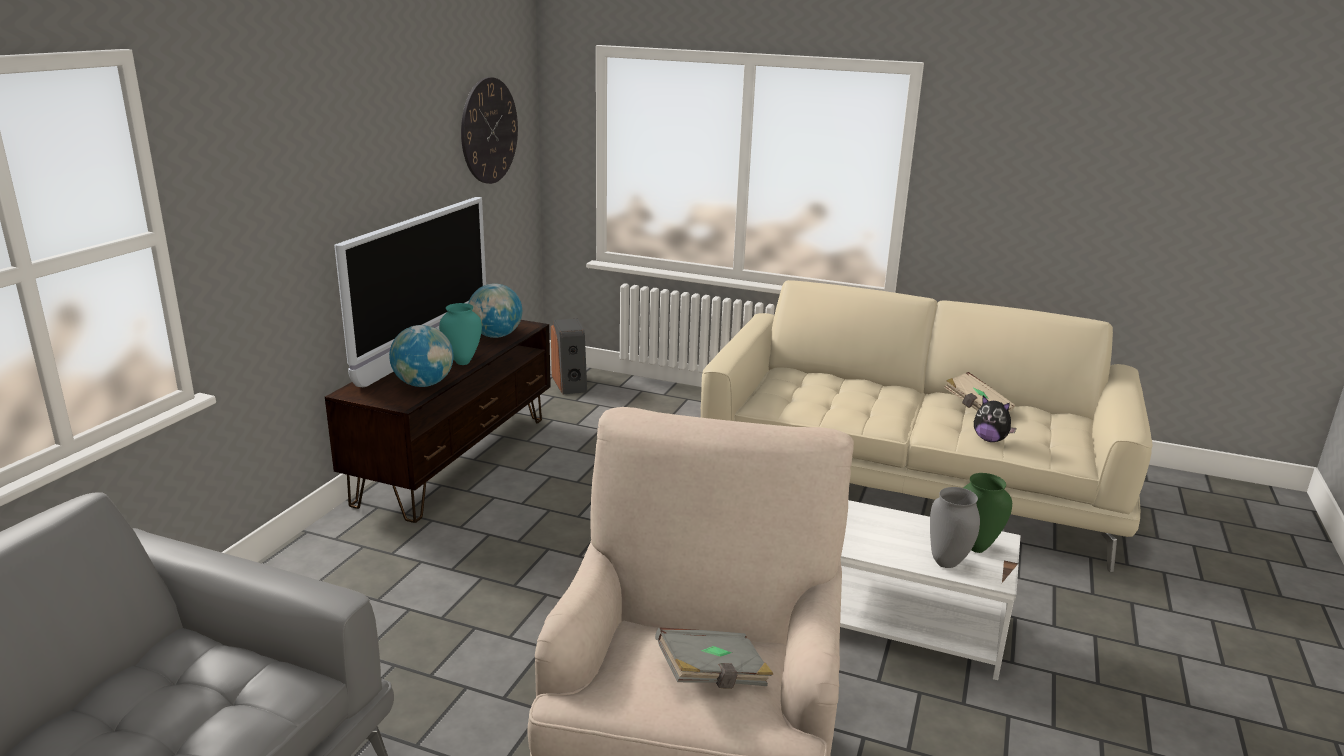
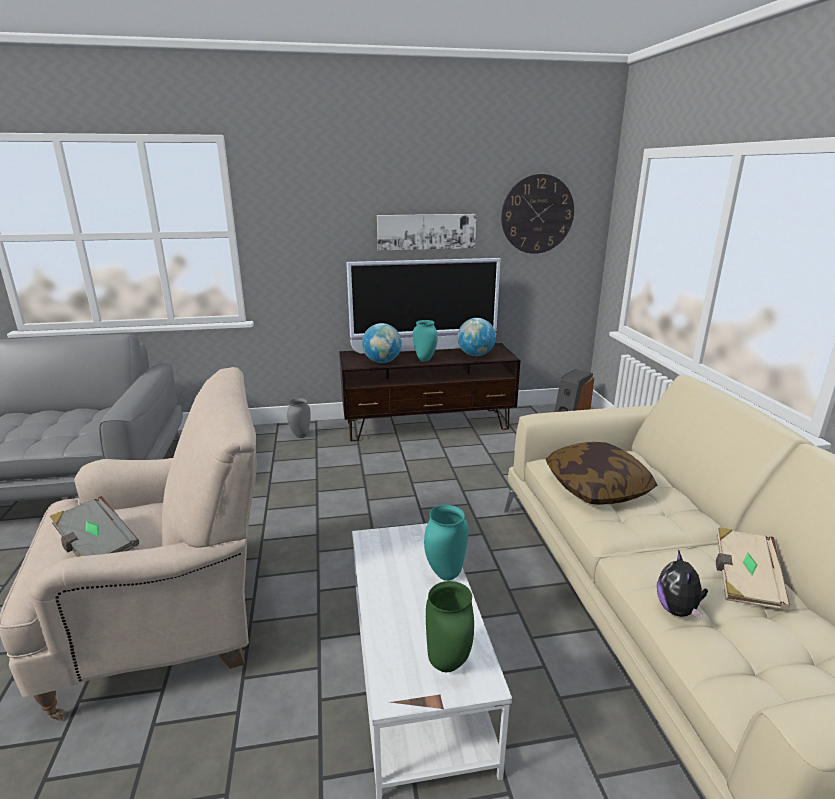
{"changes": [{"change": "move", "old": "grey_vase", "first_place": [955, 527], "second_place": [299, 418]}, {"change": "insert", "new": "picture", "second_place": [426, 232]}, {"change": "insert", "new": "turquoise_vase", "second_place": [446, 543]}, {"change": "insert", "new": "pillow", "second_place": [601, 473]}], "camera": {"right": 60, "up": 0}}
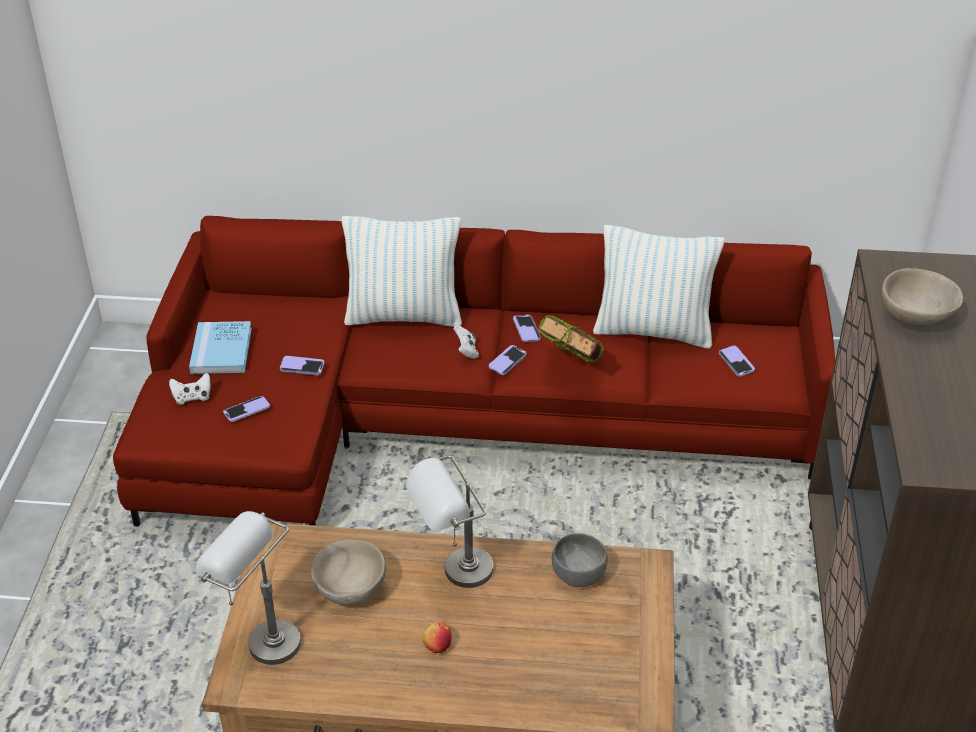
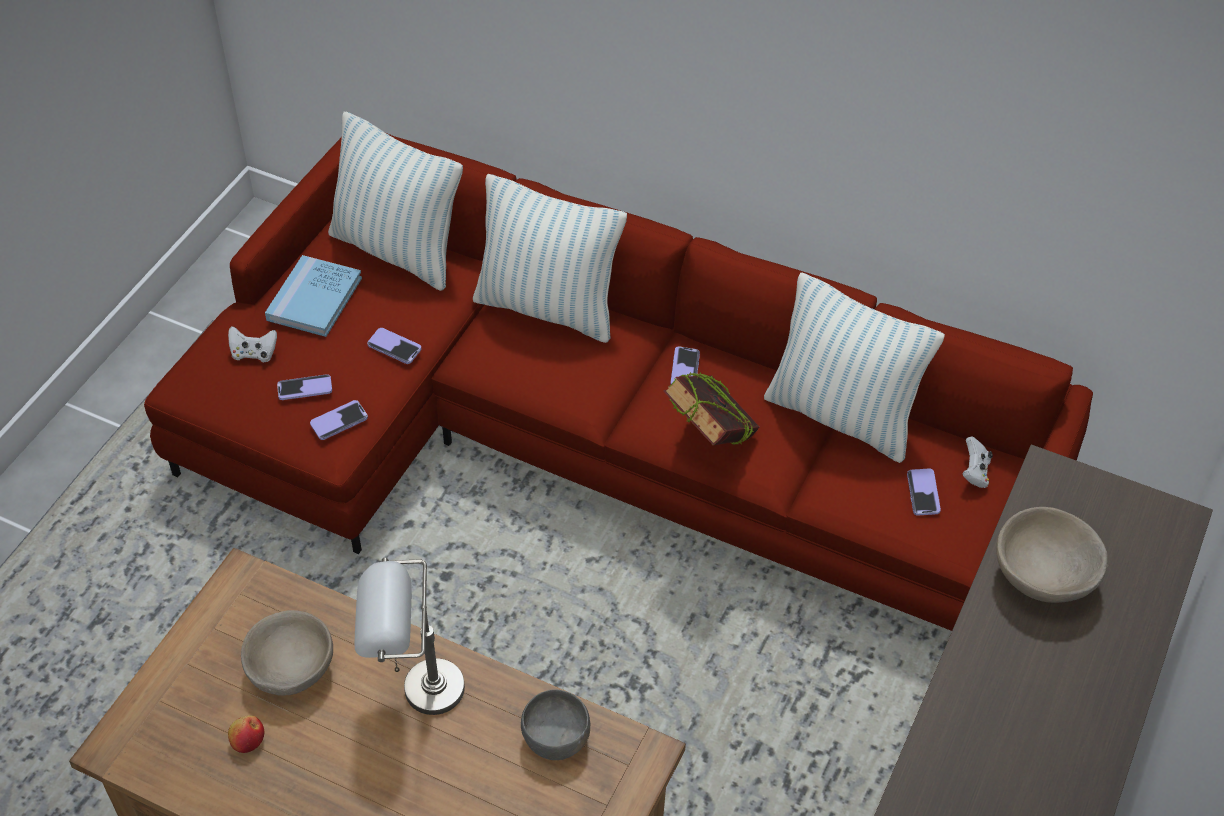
{"changes": [{"change": "delete", "old": "grey_table_lamp", "first_place": [248, 588]}, {"change": "move", "old": "apple", "first_place": [437, 637], "second_place": [246, 734]}, {"change": "move", "old": "white_game_controller", "first_place": [466, 342], "second_place": [977, 462]}, {"change": "move", "old": "phone", "first_place": [508, 360], "second_place": [339, 420]}, {"change": "insert", "new": "pillow", "second_place": [395, 201]}], "camera": {"right": 20, "up": 10}}
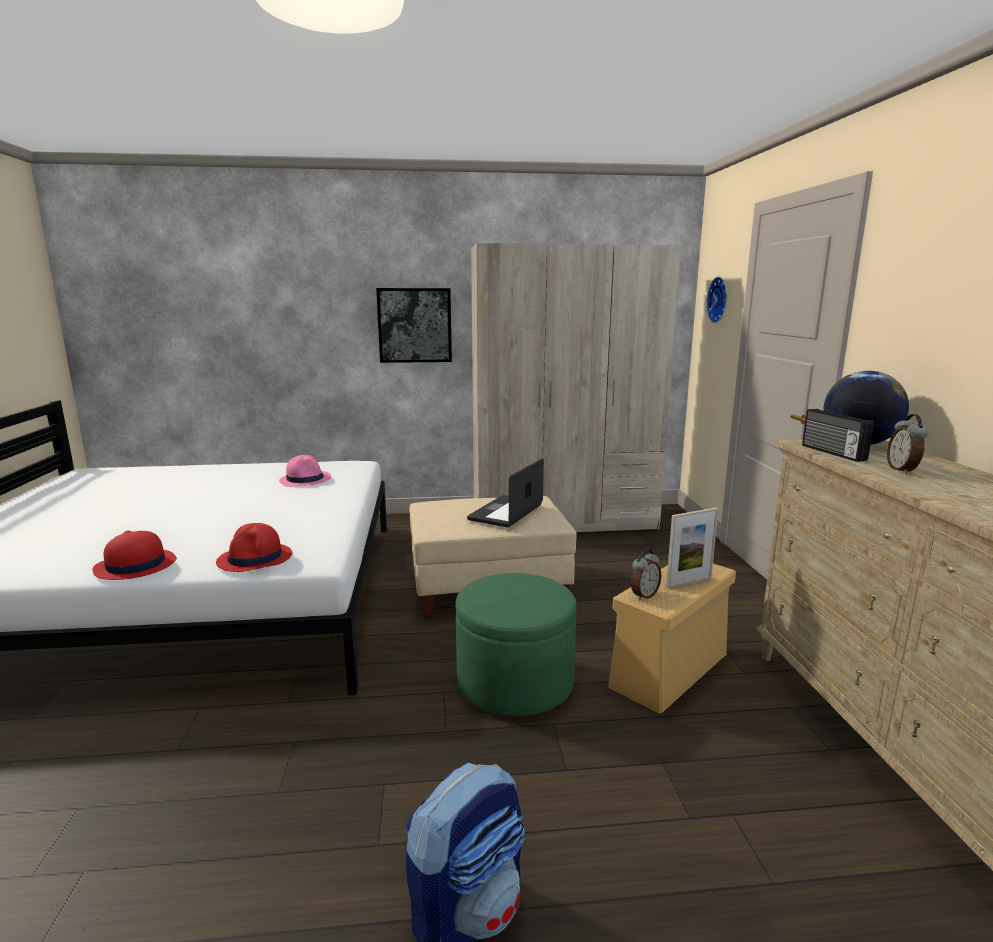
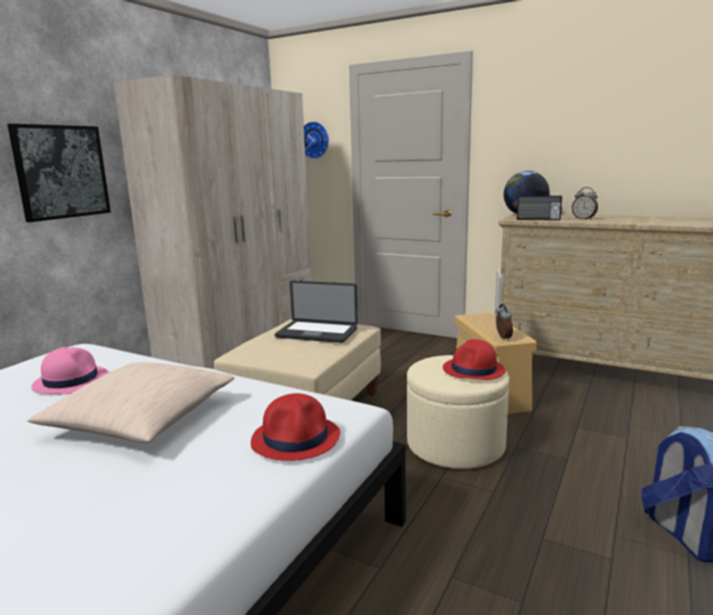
{"changes": [{"change": "move", "old": "red_hat", "first_place": [134, 555], "second_place": [474, 359]}, {"change": "recolor", "old": "green_ottoman", "new": "beige_ottoman", "first_place": [516, 644], "second_place": [458, 412]}, {"change": "rotate", "old": "laptop", "first_place": [505, 493], "second_place": [316, 312], "degrees": -45}, {"change": "insert", "new": "beige_pillow", "second_place": [131, 402]}], "camera": {"right": -55, "up": 0}}
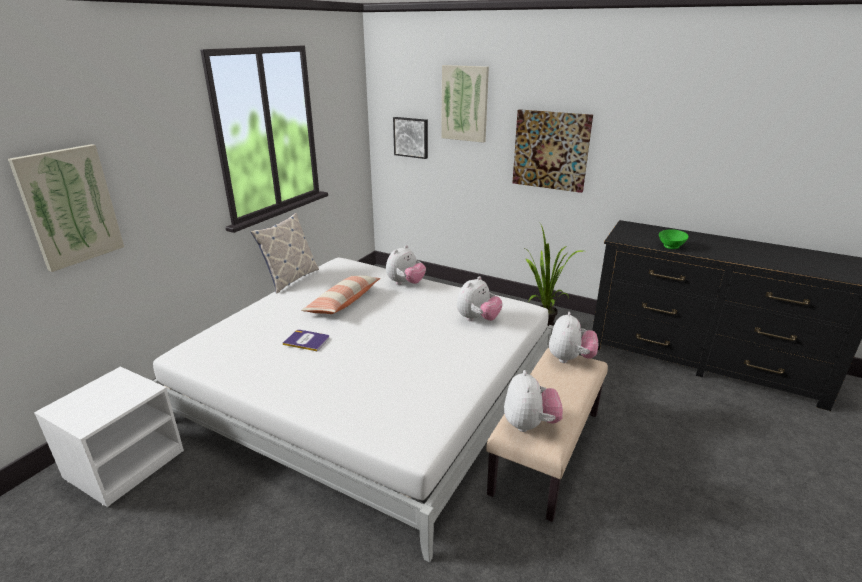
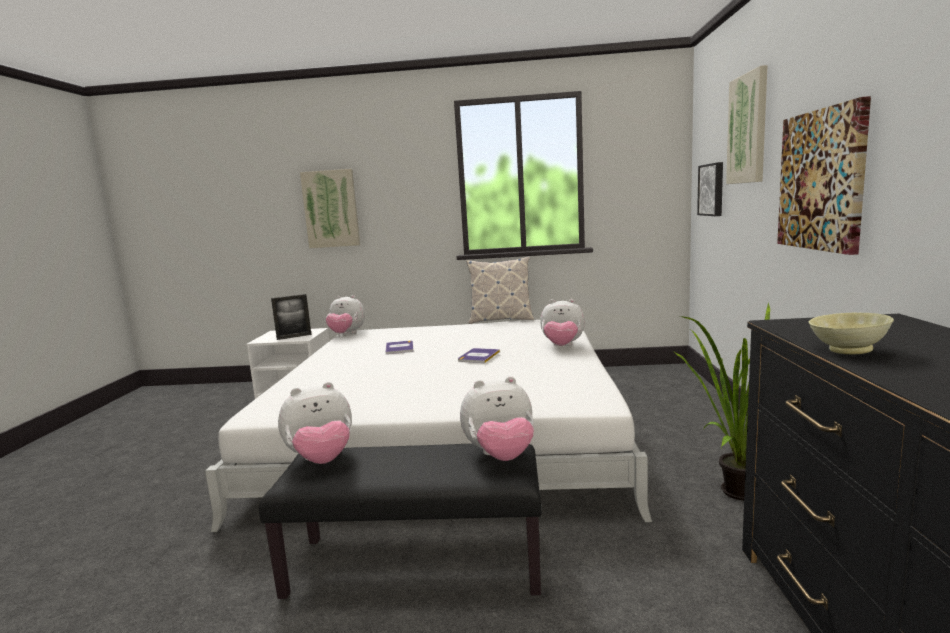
{"changes": [{"change": "delete", "old": "pillow", "first_place": [341, 294]}, {"change": "move", "old": "plush_toy", "first_place": [480, 298], "second_place": [345, 314]}, {"change": "recolor", "old": "beige_bench", "new": "black_bench", "first_place": [547, 435], "second_place": [400, 521]}, {"change": "recolor", "old": "green_bowl", "new": "beige_bowl", "first_place": [674, 239], "second_place": [851, 333]}, {"change": "insert", "new": "picture_frame", "second_place": [291, 317]}, {"change": "insert", "new": "book", "second_place": [479, 355]}], "camera": {"right": 65, "up": -15}}
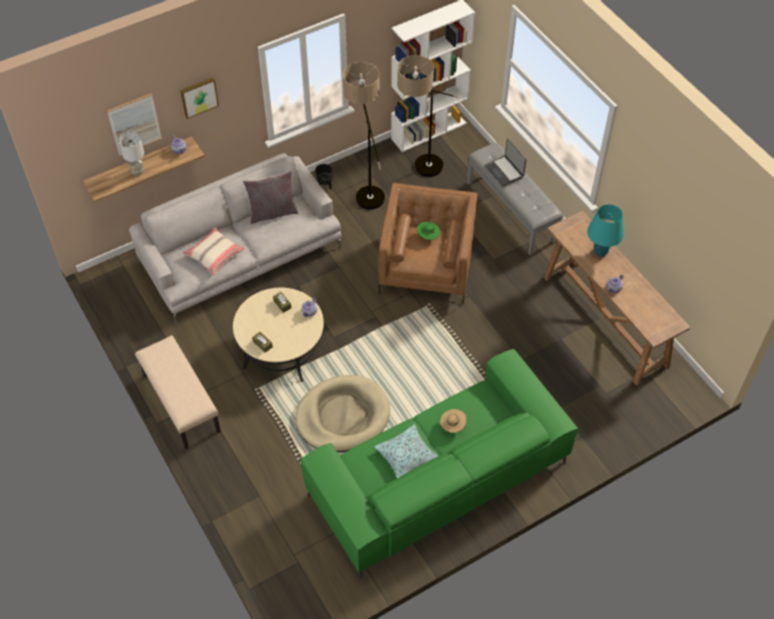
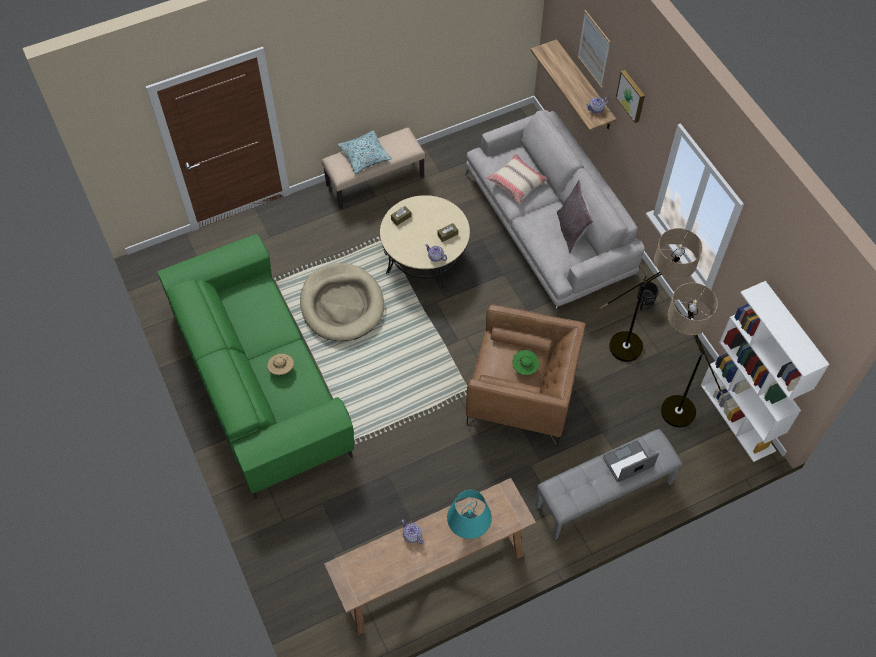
{"changes": [{"change": "delete", "old": "grey_table_lamp", "first_place": [131, 154]}, {"change": "move", "old": "pillow", "first_place": [406, 451], "second_place": [365, 152]}], "camera": {"right": 95, "up": 5}}
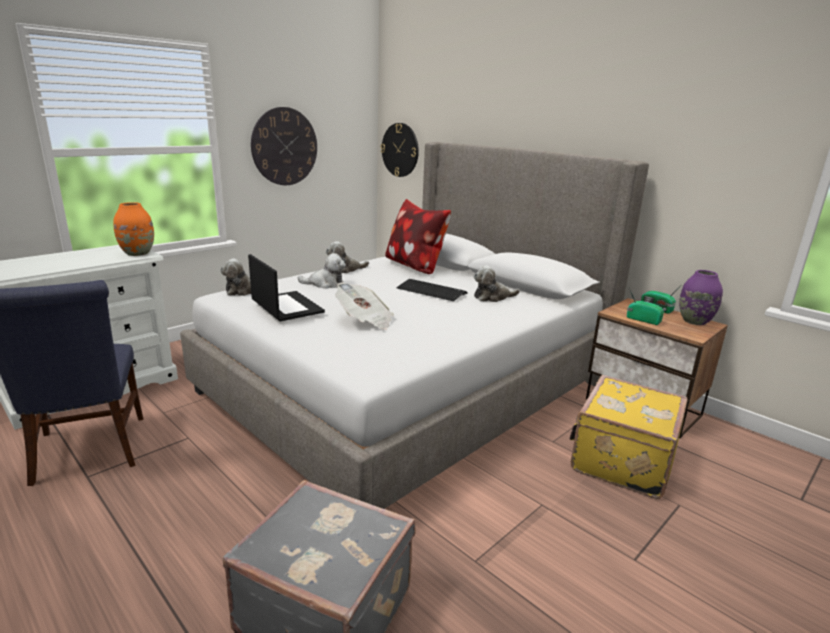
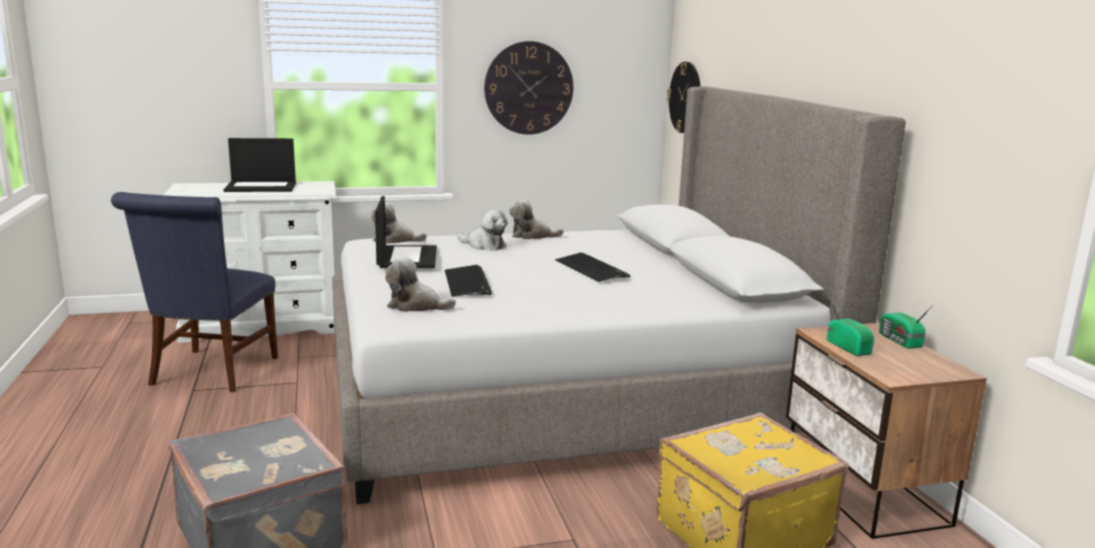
{"changes": [{"change": "delete", "old": "orange_vase", "first_place": [133, 229]}, {"change": "replace", "old": "newspaper", "new": "keyboard", "first_place": [364, 306], "second_place": [468, 281]}, {"change": "delete", "old": "pillow", "first_place": [418, 236]}, {"change": "move", "old": "plush_toy", "first_place": [497, 284], "second_place": [420, 284]}, {"change": "delete", "old": "purple_vase", "first_place": [701, 297]}, {"change": "insert", "new": "laptop", "second_place": [259, 165]}], "camera": {"right": 30, "up": -5}}
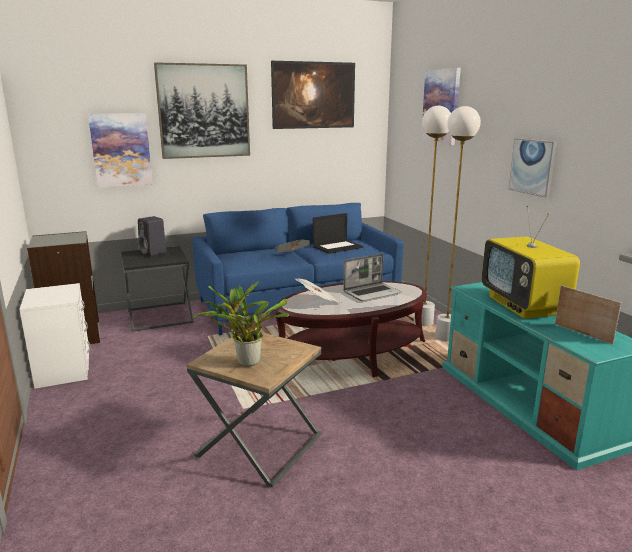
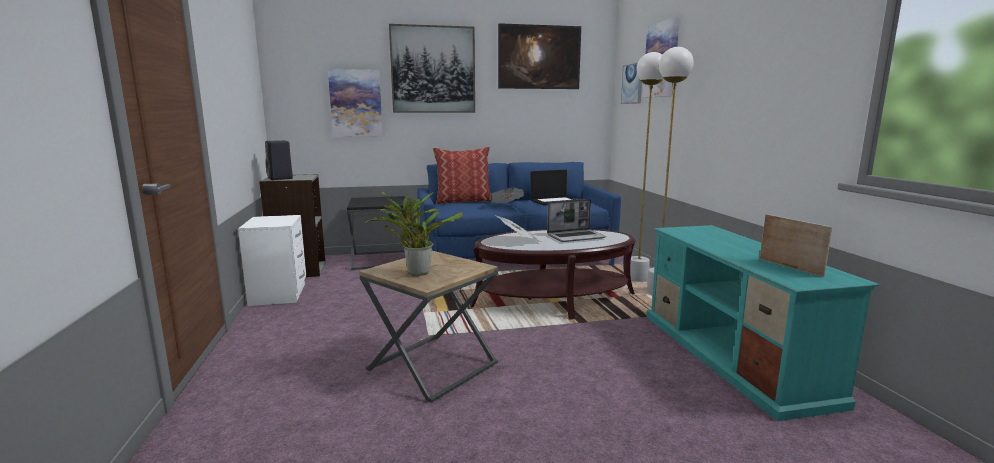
{"changes": [{"change": "move", "old": "black_speaker", "first_place": [152, 236], "second_place": [279, 160]}, {"change": "delete", "old": "television", "first_place": [531, 262]}, {"change": "move", "old": "picture", "first_place": [533, 168], "second_place": [631, 83]}, {"change": "insert", "new": "pillow", "second_place": [462, 175]}], "camera": {"right": 10, "up": -5}}
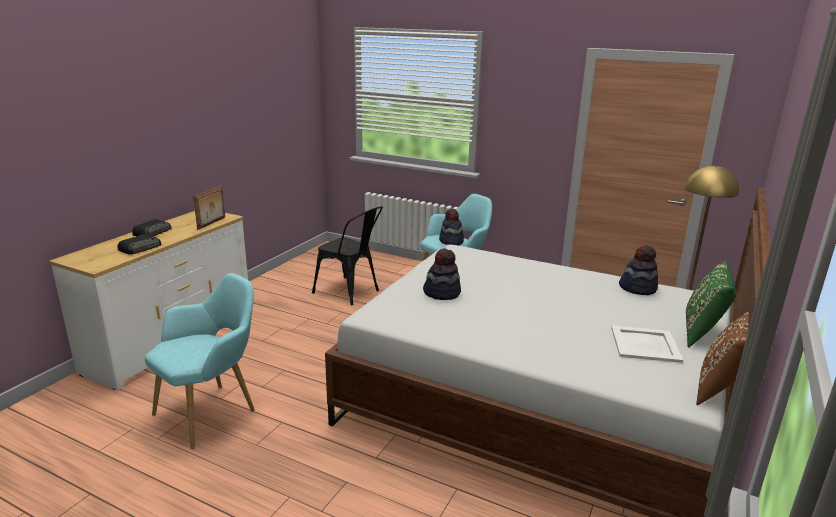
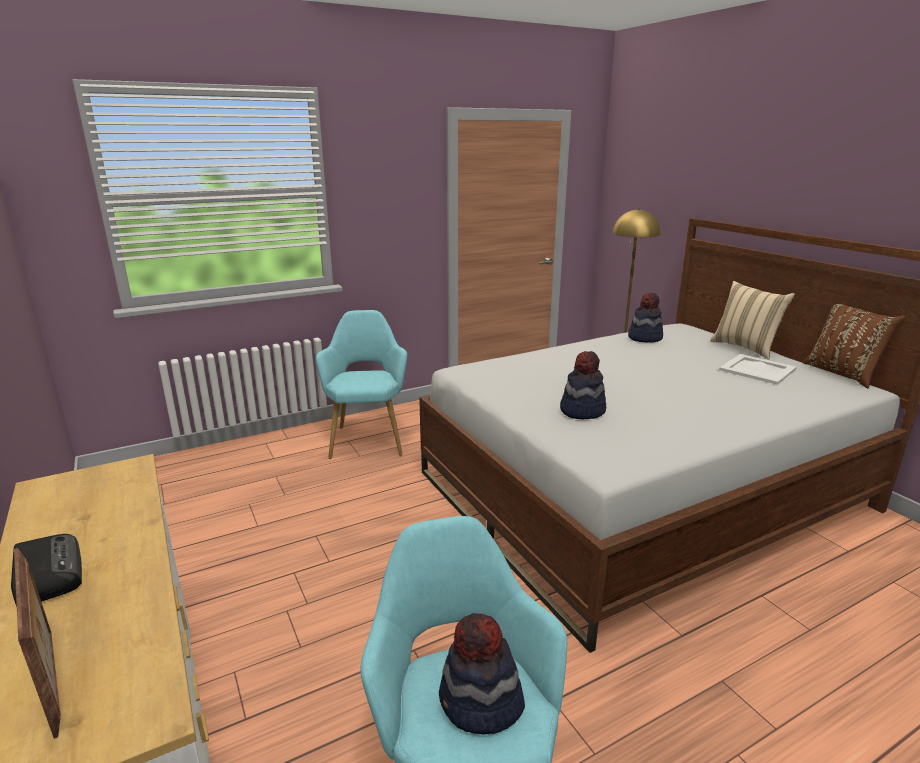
{"changes": [{"change": "delete", "old": "radio", "first_place": [139, 244]}, {"change": "move", "old": "picture_frame", "first_place": [209, 207], "second_place": [37, 643]}, {"change": "delete", "old": "black_chair", "first_place": [347, 255]}, {"change": "move", "old": "hat", "first_place": [451, 227], "second_place": [482, 674]}, {"change": "recolor", "old": "green_pillow", "new": "beige_pillow", "first_place": [711, 304], "second_place": [752, 320]}], "camera": {"right": -55, "up": 0}}
